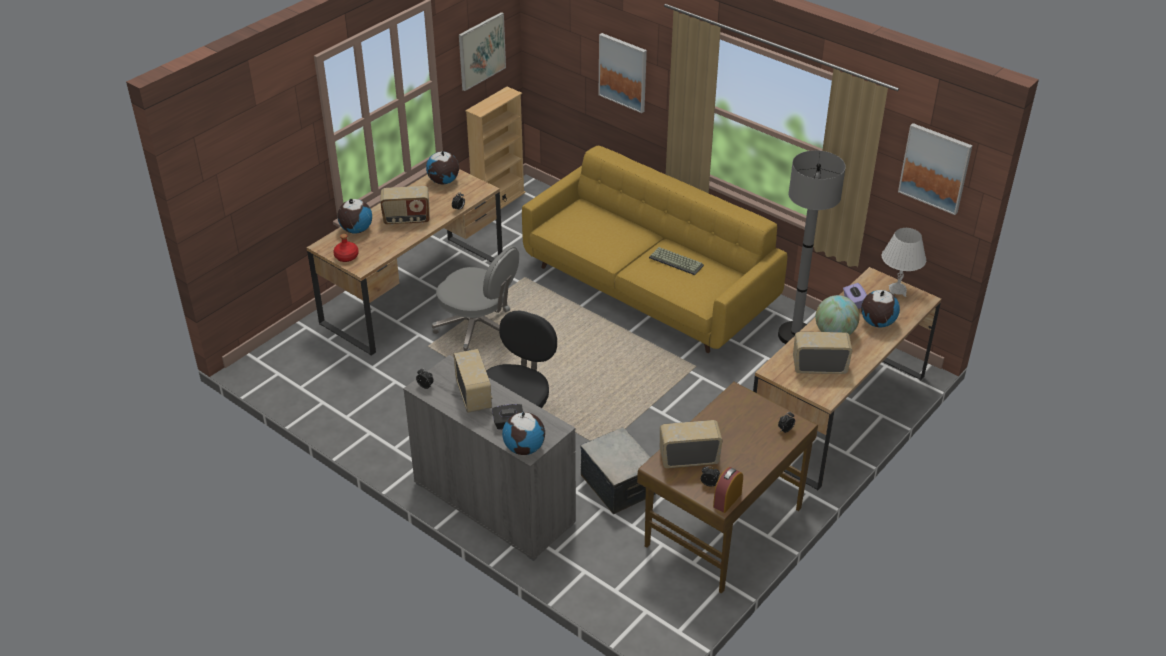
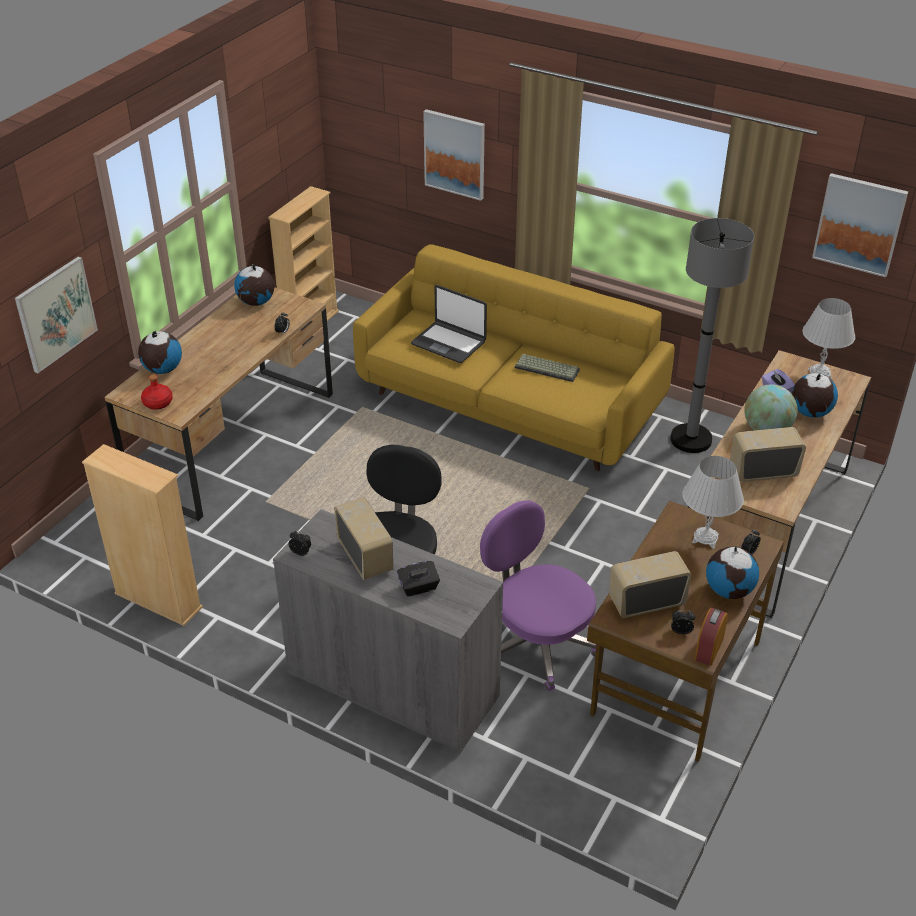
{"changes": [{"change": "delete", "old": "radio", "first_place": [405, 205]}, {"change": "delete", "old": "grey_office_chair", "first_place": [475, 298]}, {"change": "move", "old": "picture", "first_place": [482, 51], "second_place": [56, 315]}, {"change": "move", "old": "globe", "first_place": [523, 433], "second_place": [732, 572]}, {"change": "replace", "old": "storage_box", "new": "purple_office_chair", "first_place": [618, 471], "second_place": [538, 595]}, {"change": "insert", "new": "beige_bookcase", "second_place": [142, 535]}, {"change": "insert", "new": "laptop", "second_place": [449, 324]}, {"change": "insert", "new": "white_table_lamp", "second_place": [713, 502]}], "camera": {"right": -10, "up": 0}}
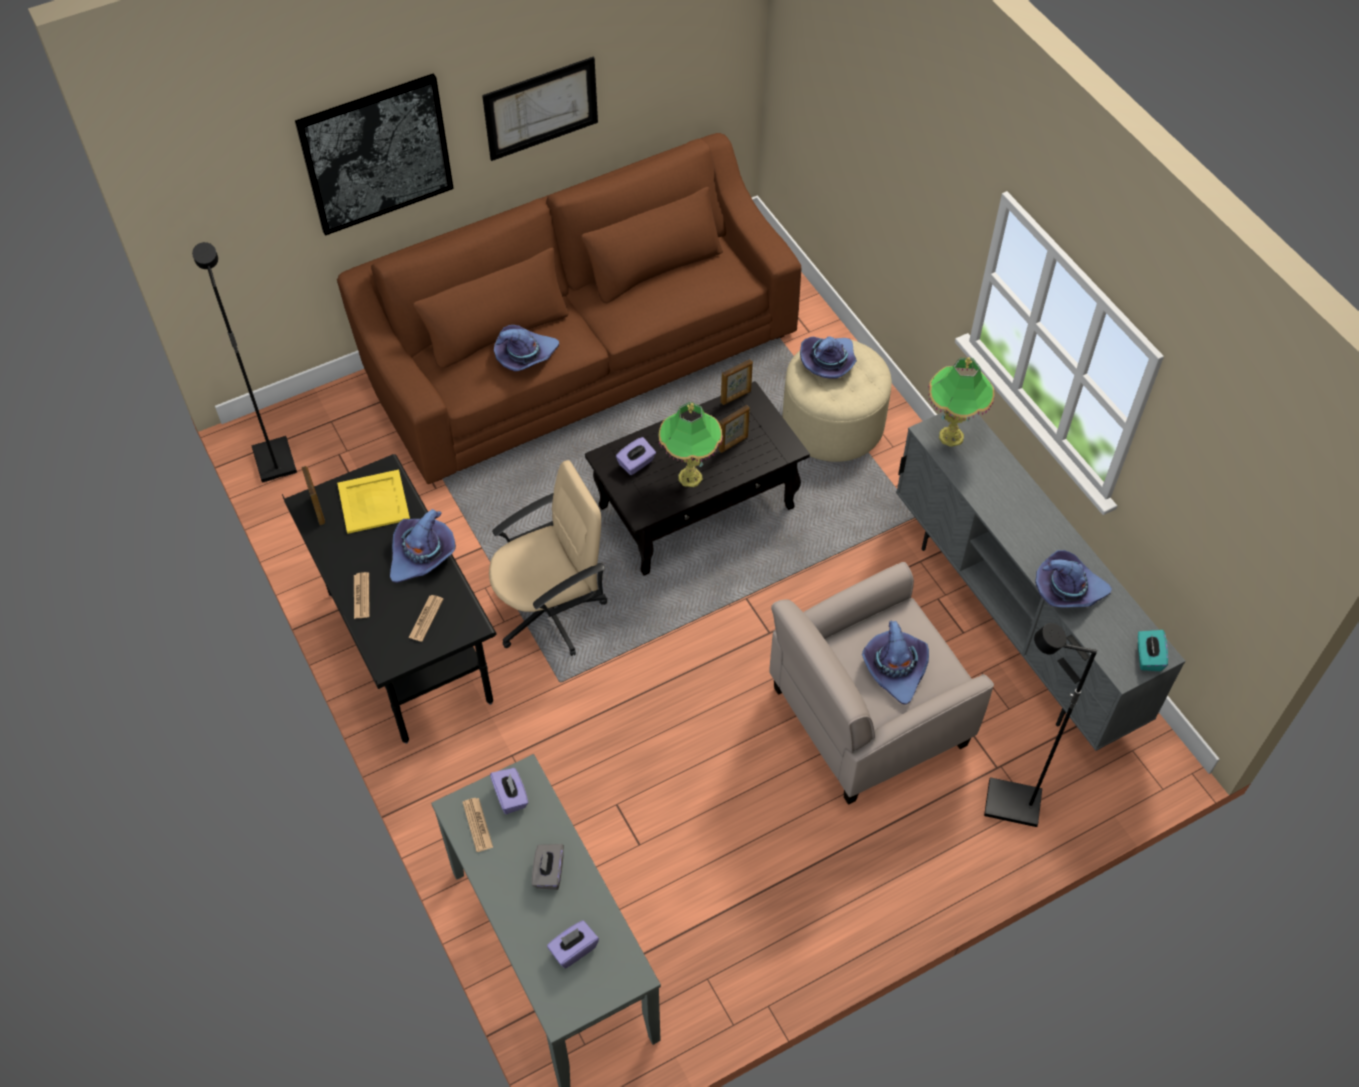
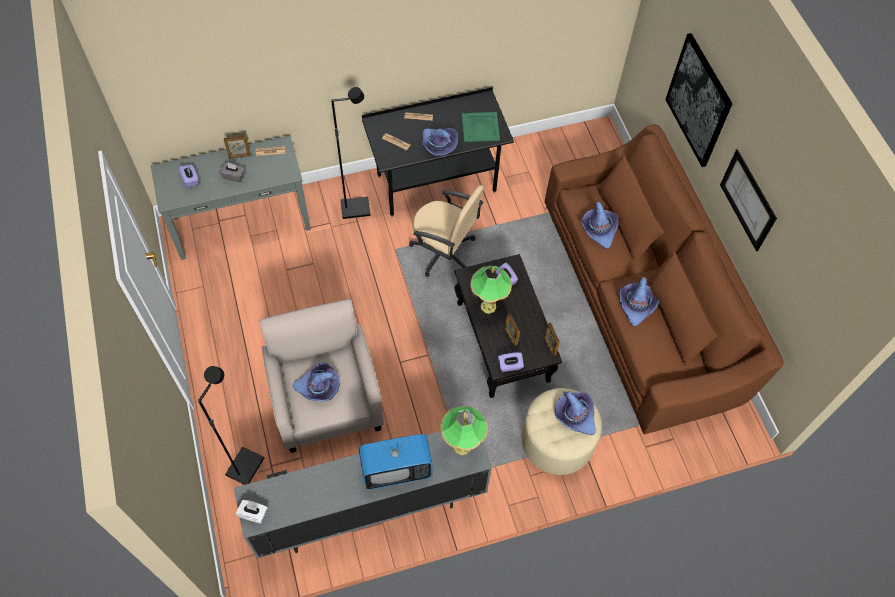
{"changes": [{"change": "move", "old": "black_floor_lamp", "first_place": [244, 362], "second_place": [351, 153]}, {"change": "move", "old": "picture_frame", "first_place": [313, 495], "second_place": [237, 146]}, {"change": "recolor", "old": "yellow_tray", "new": "green_tray", "first_place": [373, 501], "second_place": [481, 127]}, {"change": "rotate", "old": "beige_office_chair", "first_place": [548, 558], "second_place": [446, 231], "degrees": -45}, {"change": "move", "old": "purple_tissue_box", "first_place": [509, 791], "second_place": [511, 362]}, {"change": "move", "old": "purple_hat", "first_place": [1073, 579], "second_place": [639, 301]}, {"change": "recolor", "old": "turquoise_tissue_box", "new": "white_tissue_box", "first_place": [1153, 650], "second_place": [252, 512]}, {"change": "insert", "new": "television", "second_place": [395, 462]}], "camera": {"right": 100, "up": 5}}
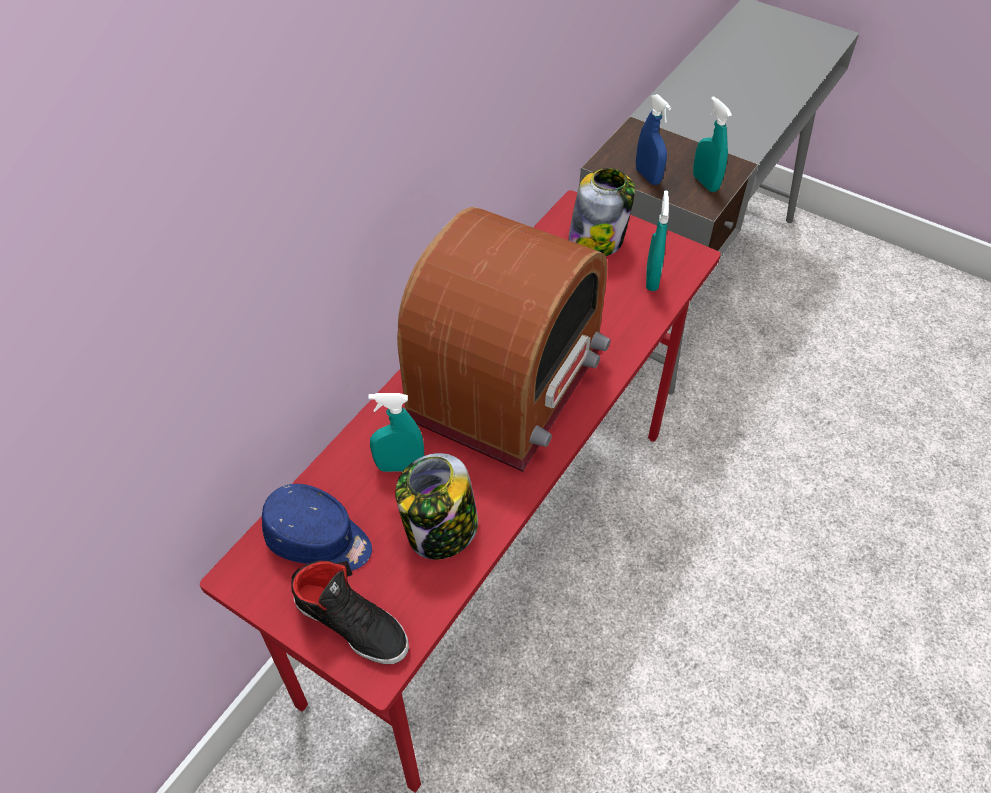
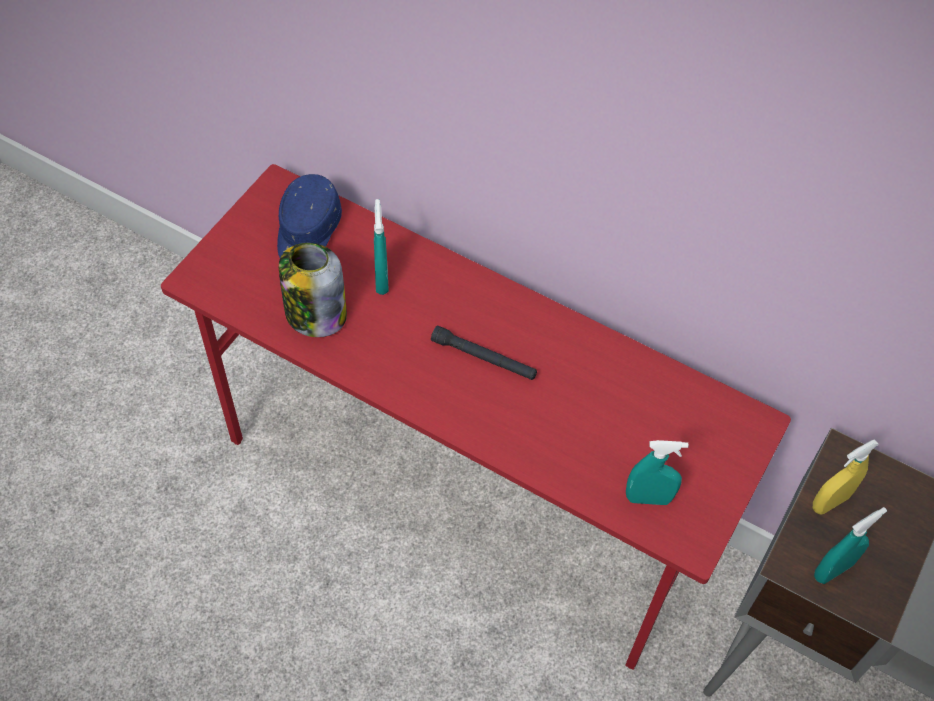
{"changes": [{"change": "delete", "old": "black_shoe", "first_place": [350, 612]}, {"change": "replace", "old": "radio", "new": "black_flashlight", "first_place": [504, 339], "second_place": [484, 353]}, {"change": "delete", "old": "jar", "first_place": [602, 212]}, {"change": "recolor", "old": "blue_spray_bottle", "new": "yellow_spray_bottle", "first_place": [653, 139], "second_place": [845, 477]}], "camera": {"right": 85, "up": 5}}
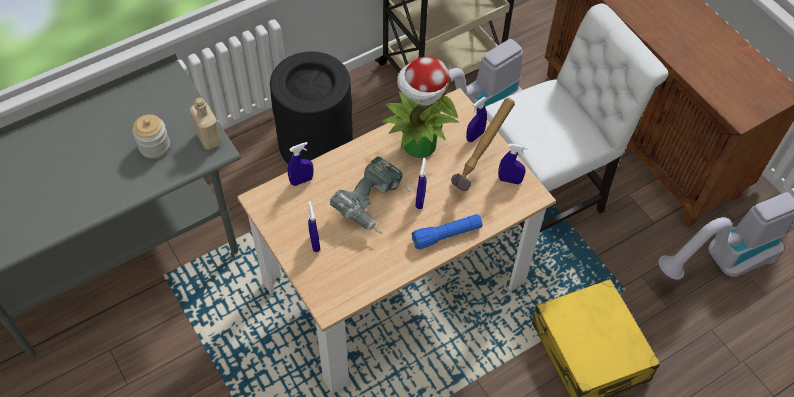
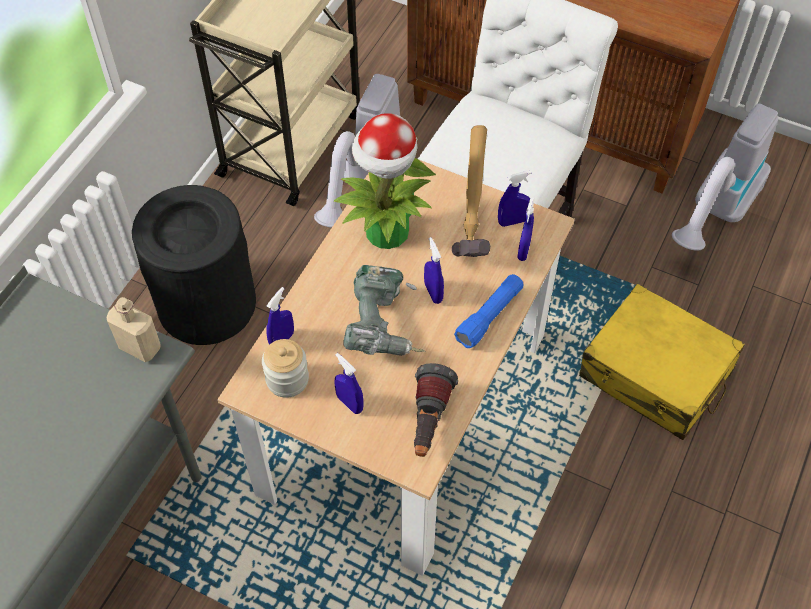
{"changes": [{"change": "move", "old": "jar", "first_place": [151, 136], "second_place": [285, 368]}, {"change": "move", "old": "blue_spray_bottle", "first_place": [476, 119], "second_place": [526, 229]}, {"change": "insert", "new": "flashlight", "second_place": [436, 410]}], "camera": {"right": -30, "up": 0}}
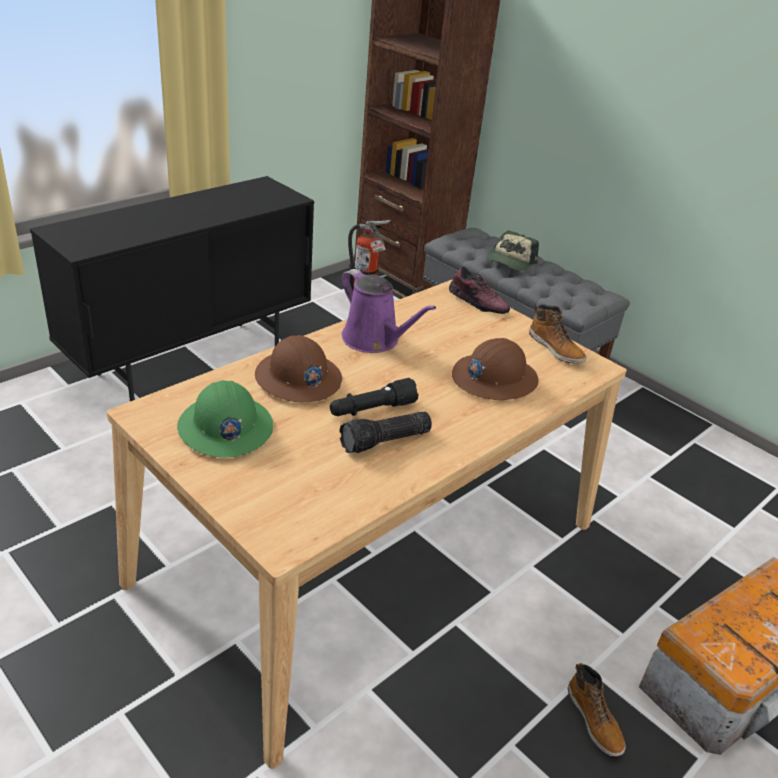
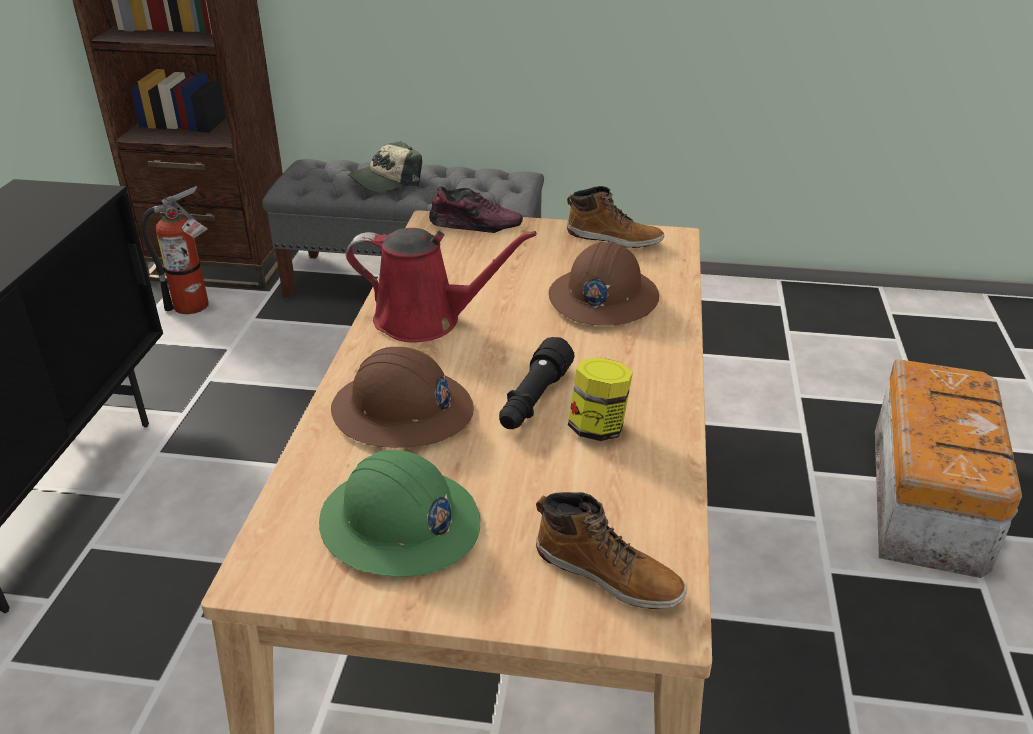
{"changes": [{"change": "replace", "old": "flashlight", "new": "jar", "first_place": [385, 432], "second_place": [600, 399]}, {"change": "recolor", "old": "purple_watering_can", "new": "red_watering_can", "first_place": [388, 311], "second_place": [441, 285]}, {"change": "rotate", "old": "cap", "first_place": [512, 251], "second_place": [385, 166], "degrees": 60}, {"change": "move", "old": "boot", "first_place": [597, 710], "second_place": [611, 550]}], "camera": {"right": -35, "up": 0}}
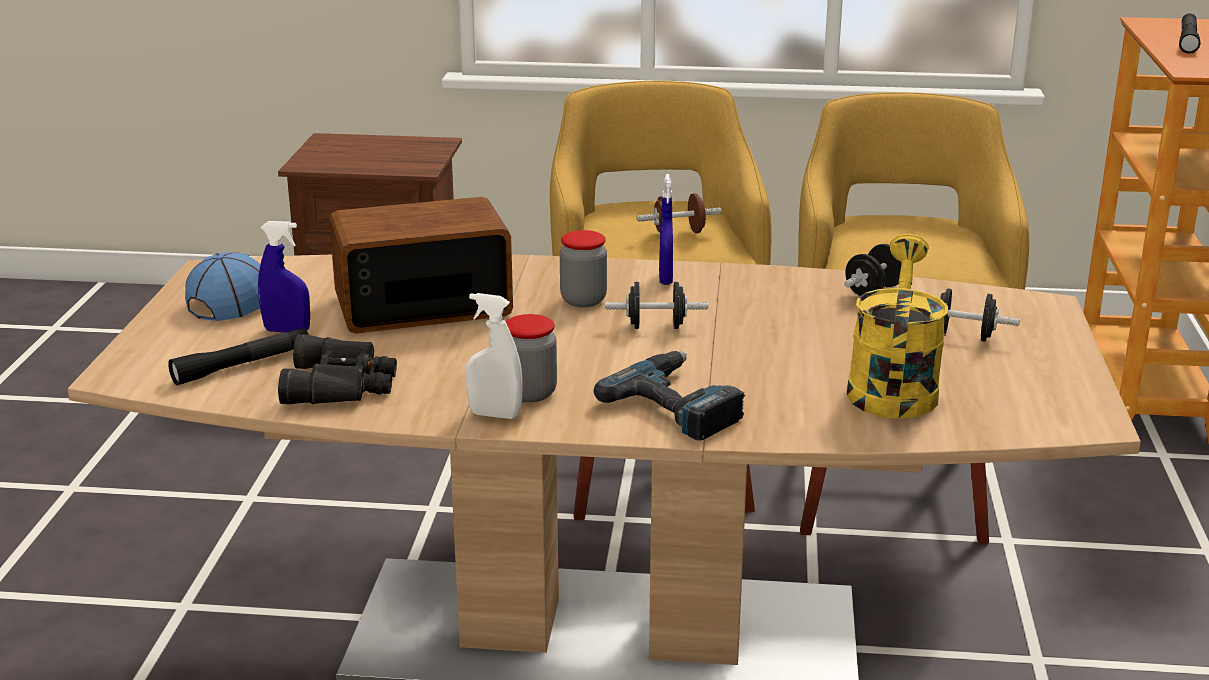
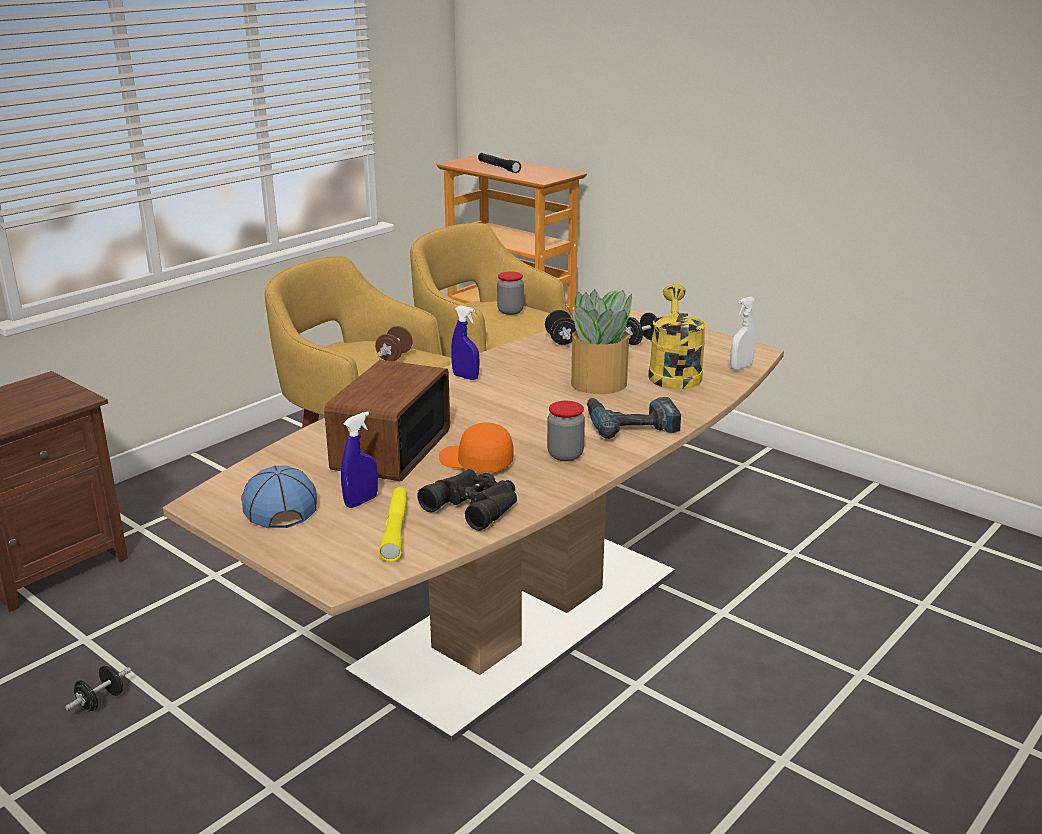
{"changes": [{"change": "recolor", "old": "black_flashlight", "new": "yellow_flashlight", "first_place": [238, 356], "second_place": [393, 524]}, {"change": "move", "old": "white_spray_bottle", "first_place": [494, 356], "second_place": [743, 333]}, {"change": "move", "old": "jar", "first_place": [583, 268], "second_place": [510, 293]}, {"change": "move", "old": "black_dumbbell", "first_place": [656, 305], "second_place": [98, 688]}, {"change": "rotate", "old": "yellow_watering_can", "first_place": [897, 326], "second_place": [677, 336], "degrees": 45}, {"change": "insert", "new": "orange_cap", "second_place": [476, 447]}, {"change": "insert", "new": "potted_plant", "second_place": [597, 341]}], "camera": {"right": -55, "up": 0}}
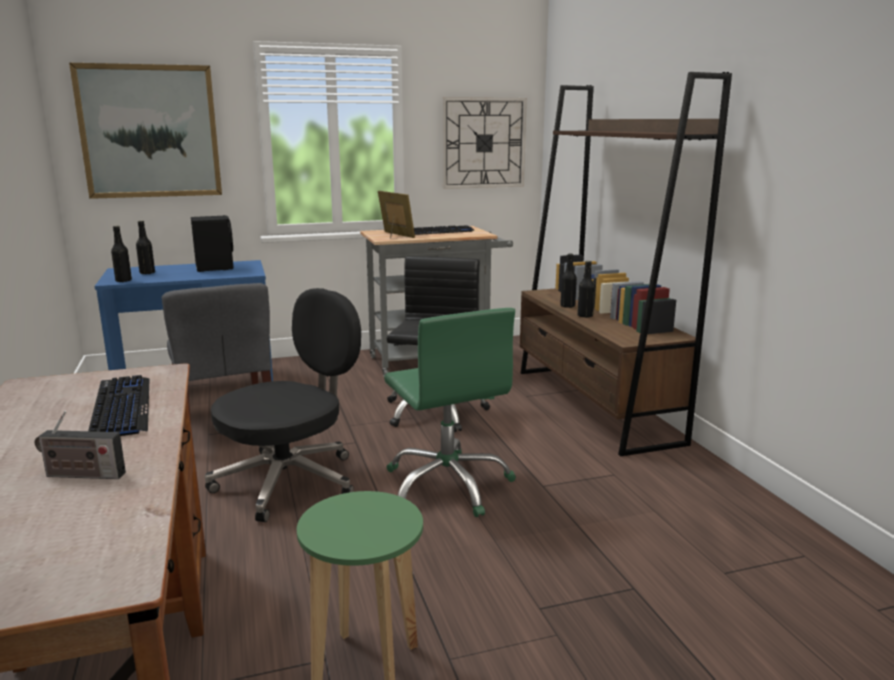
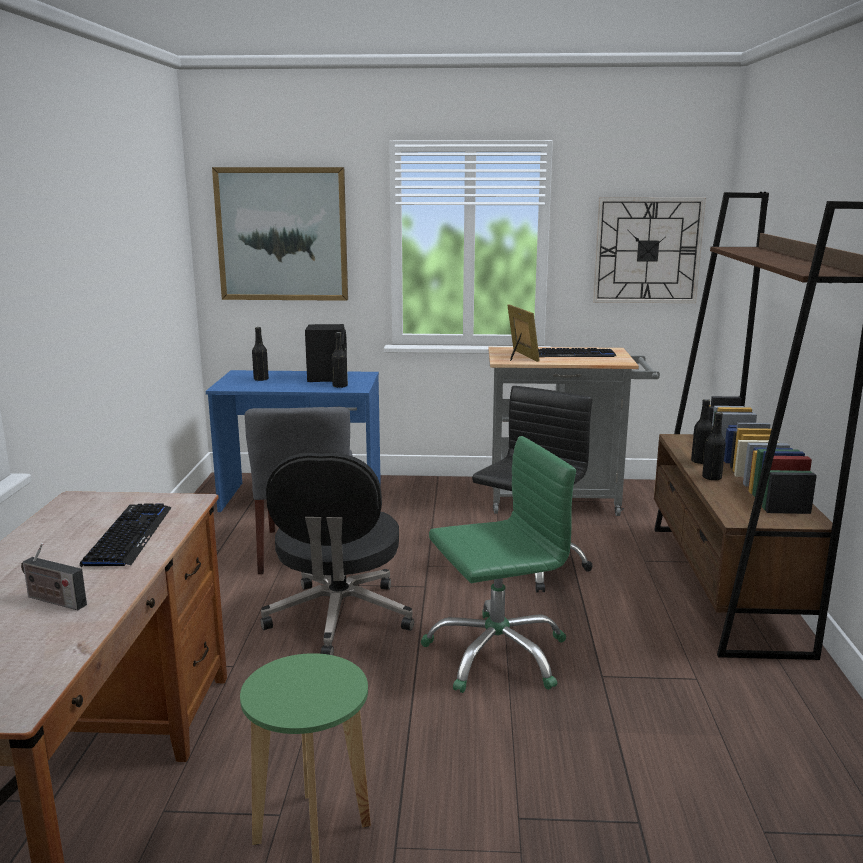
{"changes": [{"change": "move", "old": "black_bottle", "first_place": [121, 254], "second_place": [340, 360]}, {"change": "rotate", "old": "black_office_chair", "first_place": [283, 405], "second_place": [337, 554], "degrees": 120}, {"change": "rotate", "old": "green_office_chair", "first_place": [450, 412], "second_place": [498, 564], "degrees": -105}], "camera": {"right": 20, "up": 0}}
